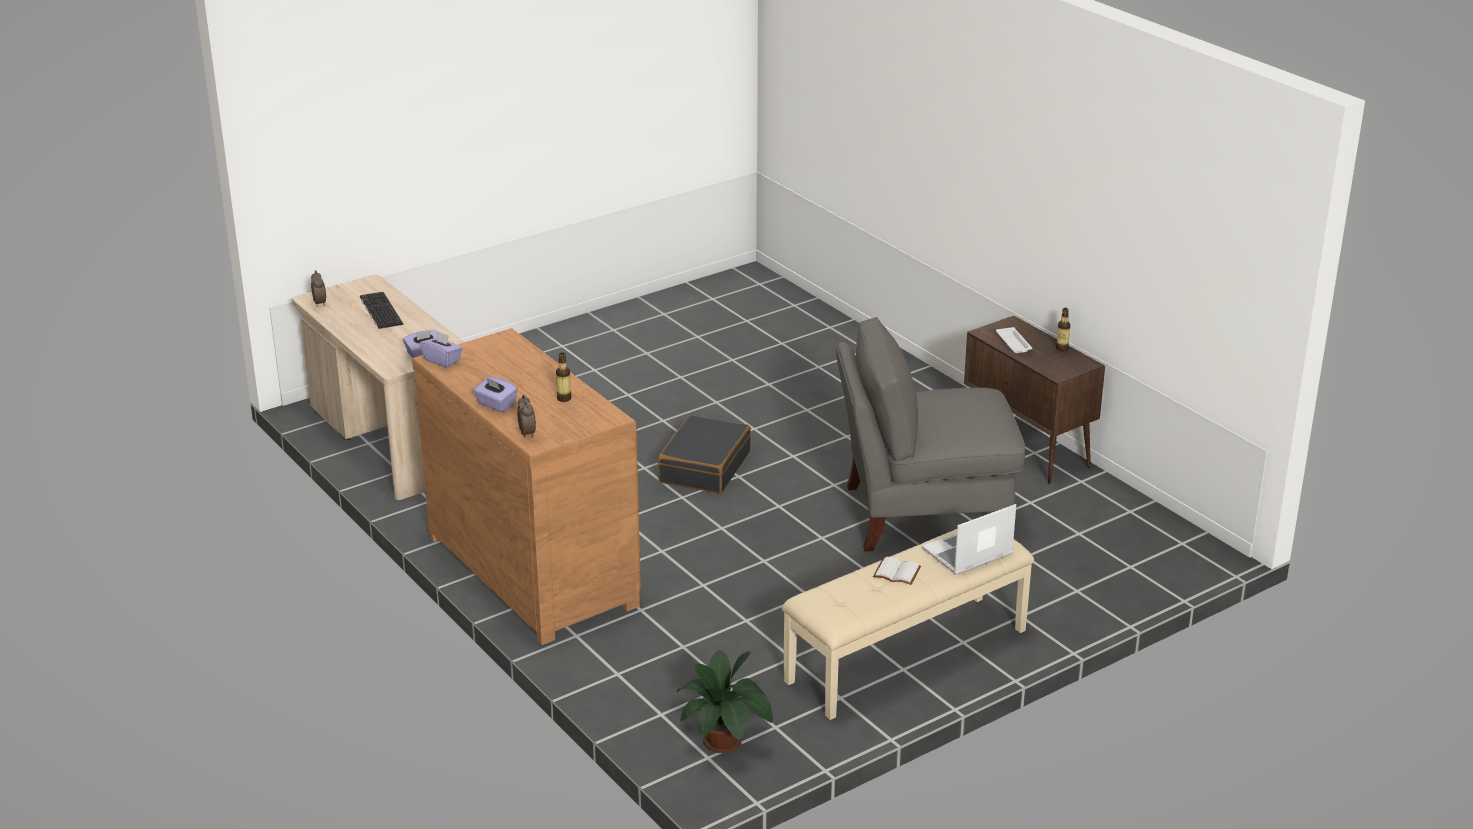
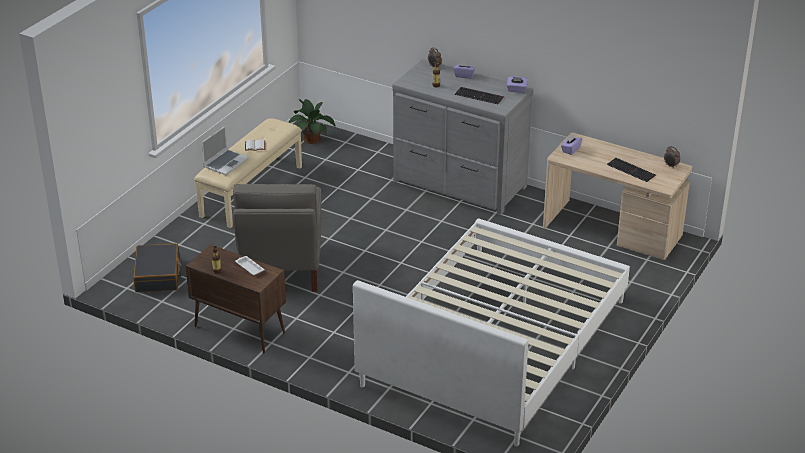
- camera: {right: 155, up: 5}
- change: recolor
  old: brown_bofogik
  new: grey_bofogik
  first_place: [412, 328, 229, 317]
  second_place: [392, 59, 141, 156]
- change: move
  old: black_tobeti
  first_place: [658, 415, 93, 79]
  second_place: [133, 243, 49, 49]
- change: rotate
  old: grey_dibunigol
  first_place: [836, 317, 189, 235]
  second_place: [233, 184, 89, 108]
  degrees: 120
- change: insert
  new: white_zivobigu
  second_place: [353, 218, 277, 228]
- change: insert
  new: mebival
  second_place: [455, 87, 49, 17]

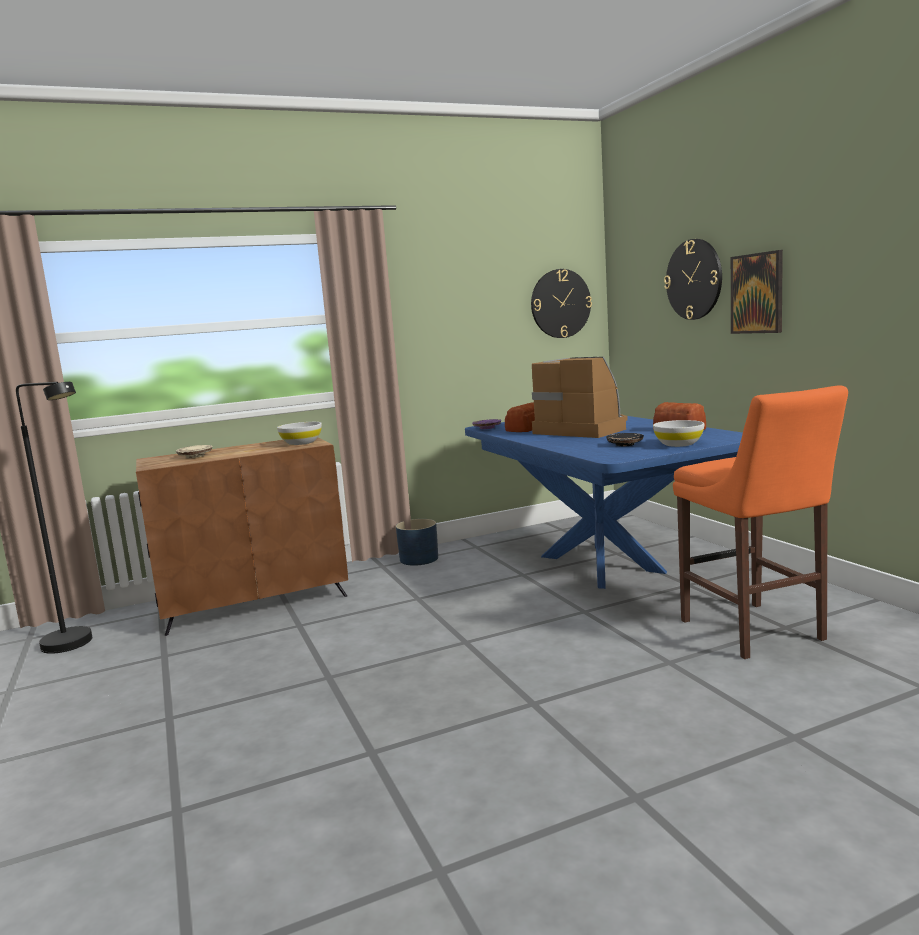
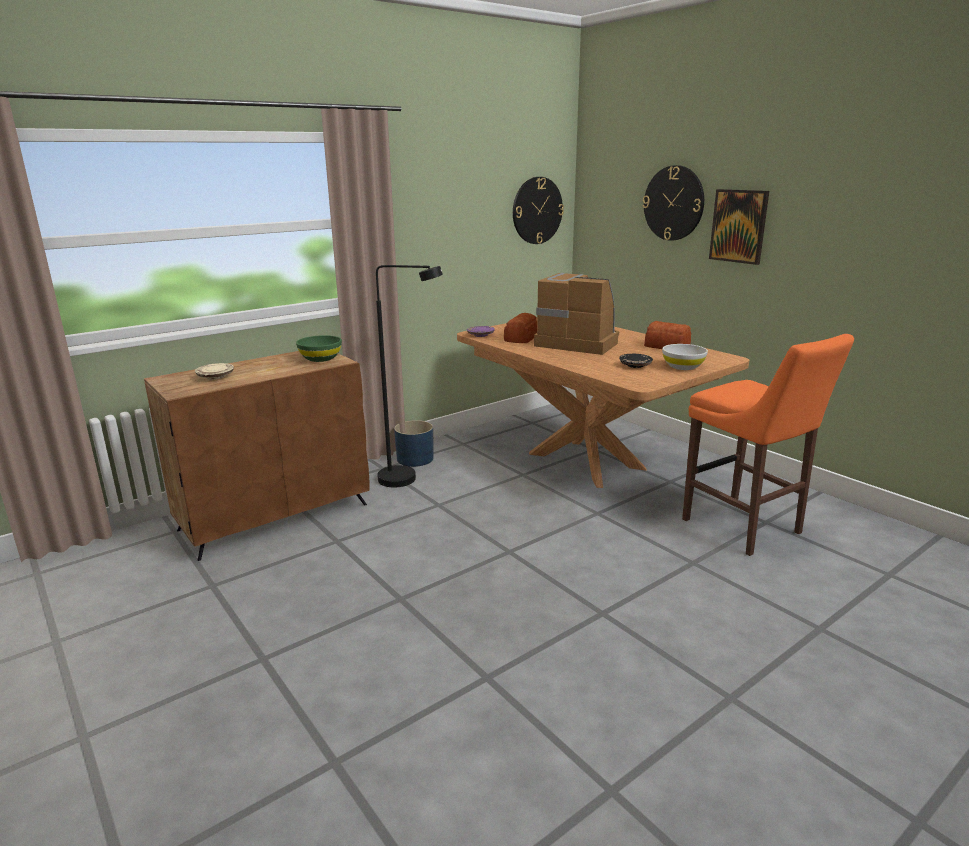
- camera: {right: -15, up: 10}
- change: move
  old: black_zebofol
  first_place: [16, 382, 76, 272]
  second_place: [376, 265, 67, 223]
- change: recolor
  old: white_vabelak
  new: green_vabelak
  first_place: [277, 422, 45, 23]
  second_place: [296, 335, 46, 27]
- change: recolor
  old: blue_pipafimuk
  new: brown_pipafimuk
  first_place: [465, 416, 278, 173]
  second_place: [457, 318, 292, 170]

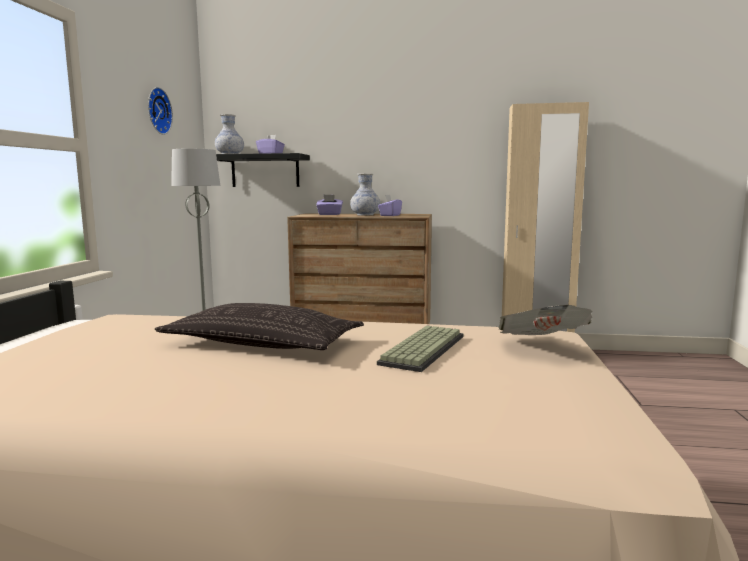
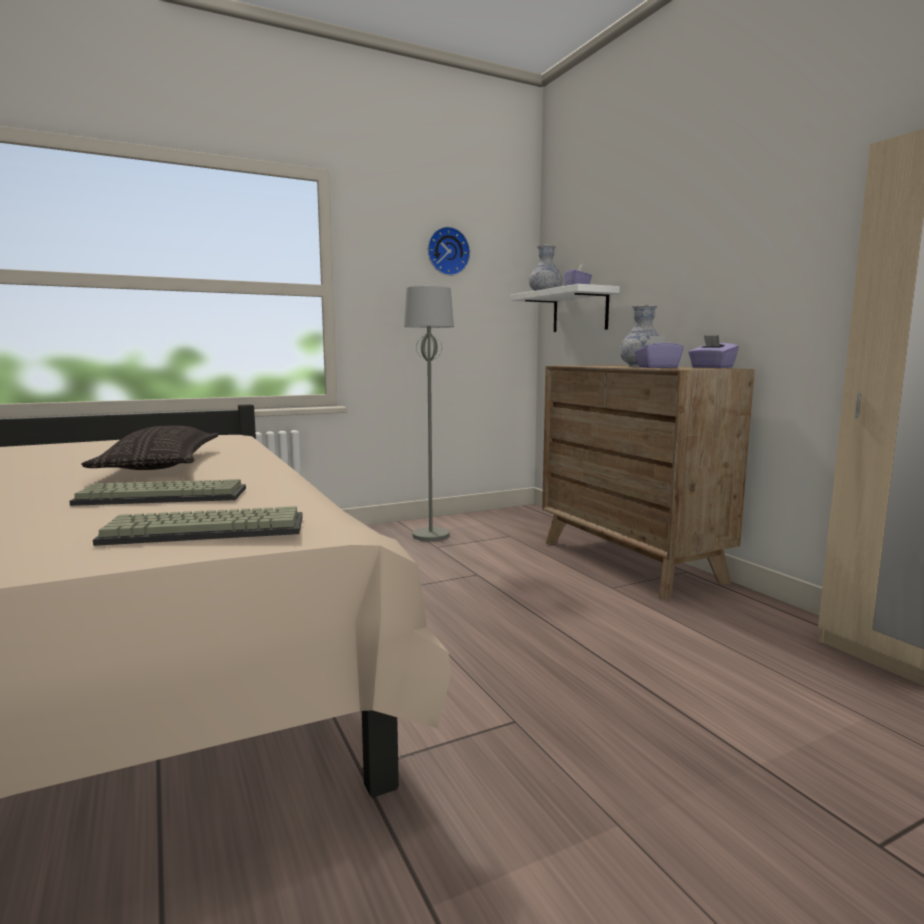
- camera: {right: 55, up: 0}
- change: recolor
  old: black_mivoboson
  new: white_mivoboson
  first_place: [216, 153, 94, 34]
  second_place: [510, 284, 110, 48]
- change: move
  old: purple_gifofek
  first_place: [316, 195, 27, 20]
  second_place: [688, 335, 51, 33]
- change: replace
  old: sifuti
  new: mebival
  first_place: [499, 305, 94, 30]
  second_place: [93, 506, 210, 40]

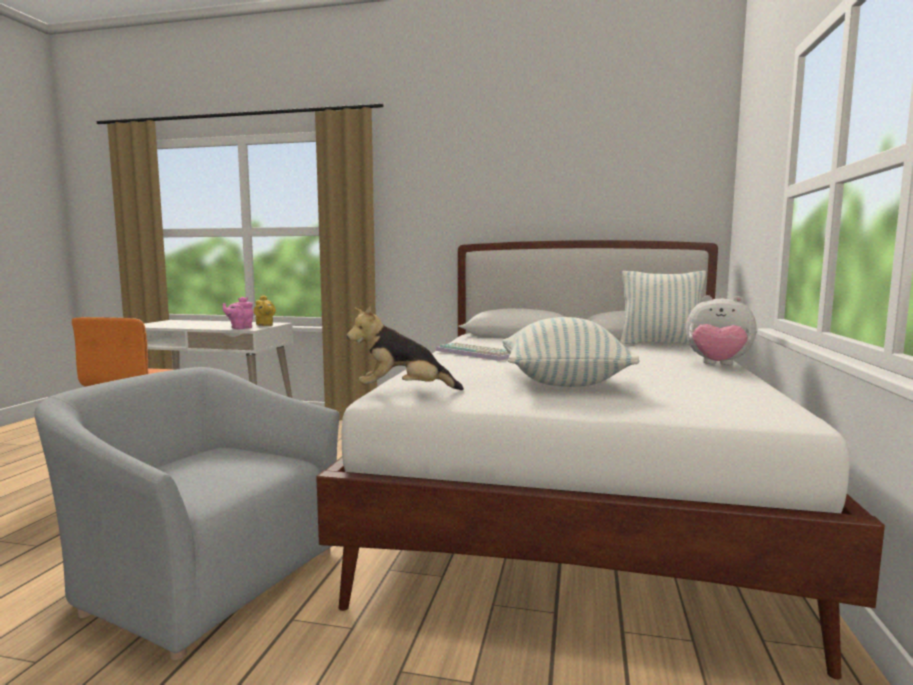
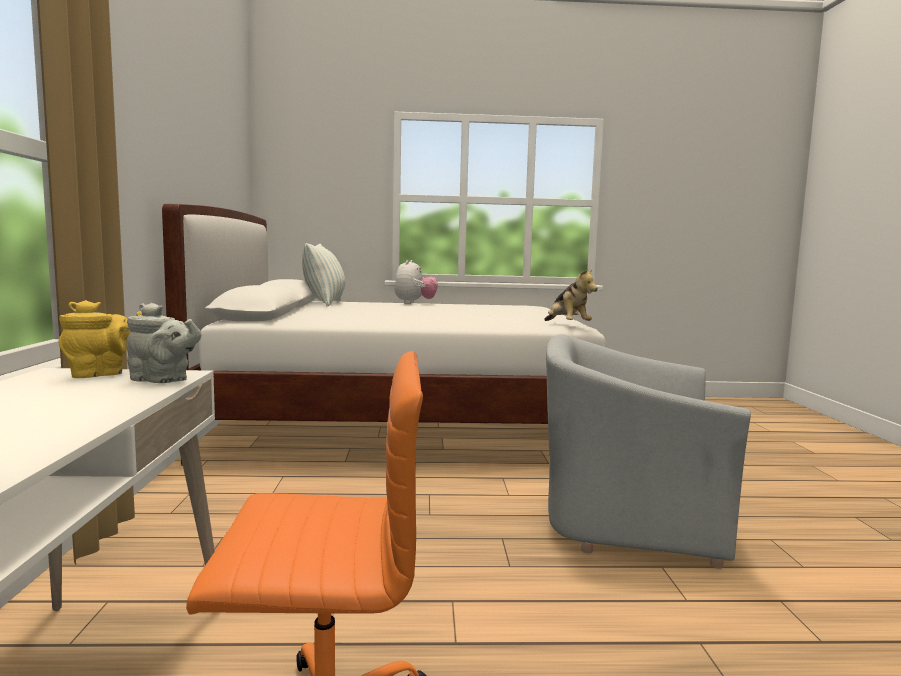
- camera: {right: -105, up: 0}
- change: rotate
  old: grey_dibunigol
  first_place: [34, 367, 305, 293]
  second_place: [546, 334, 205, 235]
  degrees: 90
- change: recolor
  old: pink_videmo
  new: grey_videmo
  first_place: [223, 297, 31, 32]
  second_place: [126, 303, 75, 80]
- change: delete
  old: mebival
  first_place: [436, 343, 74, 18]
- change: delete
  old: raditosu
  first_place: [502, 317, 137, 70]

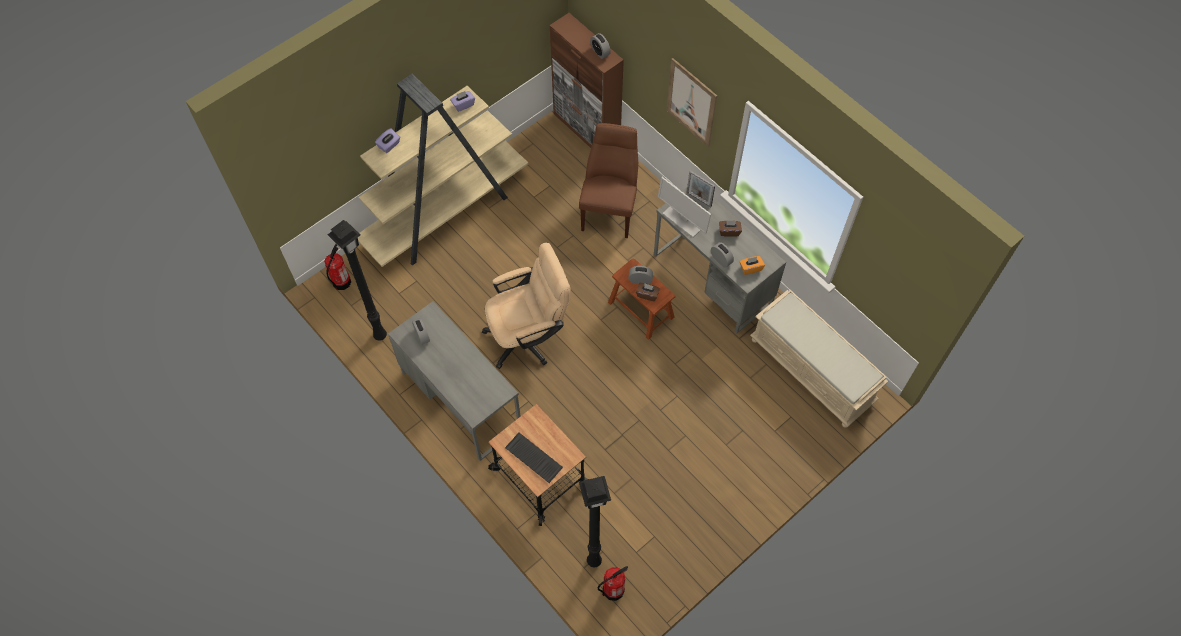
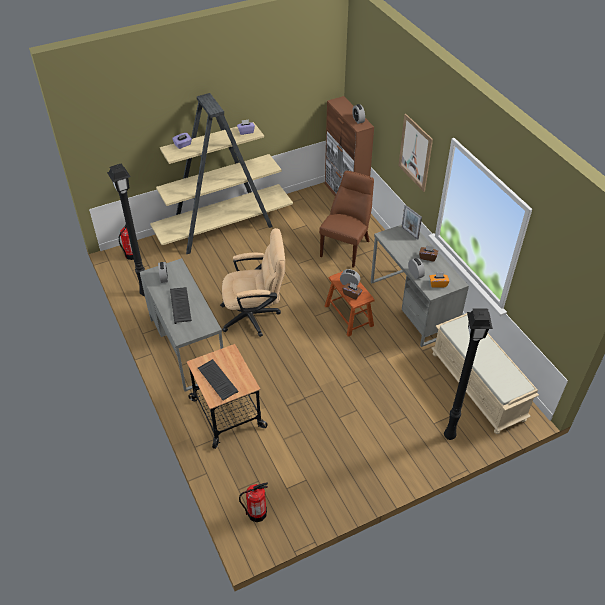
- camera: {right: 15, up: -15}
- change: move
  old: black_zebofol
  first_place: [579, 476, 32, 91]
  second_place: [444, 309, 49, 131]
- change: delete
  old: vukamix
  first_place: [658, 177, 53, 60]
- change: insert
  new: mebival
  second_place: [170, 287, 22, 37]

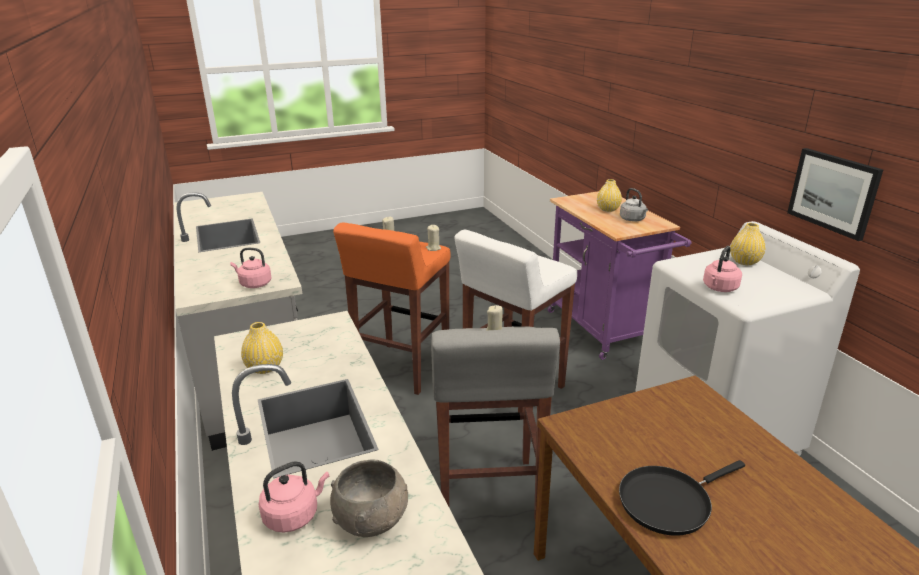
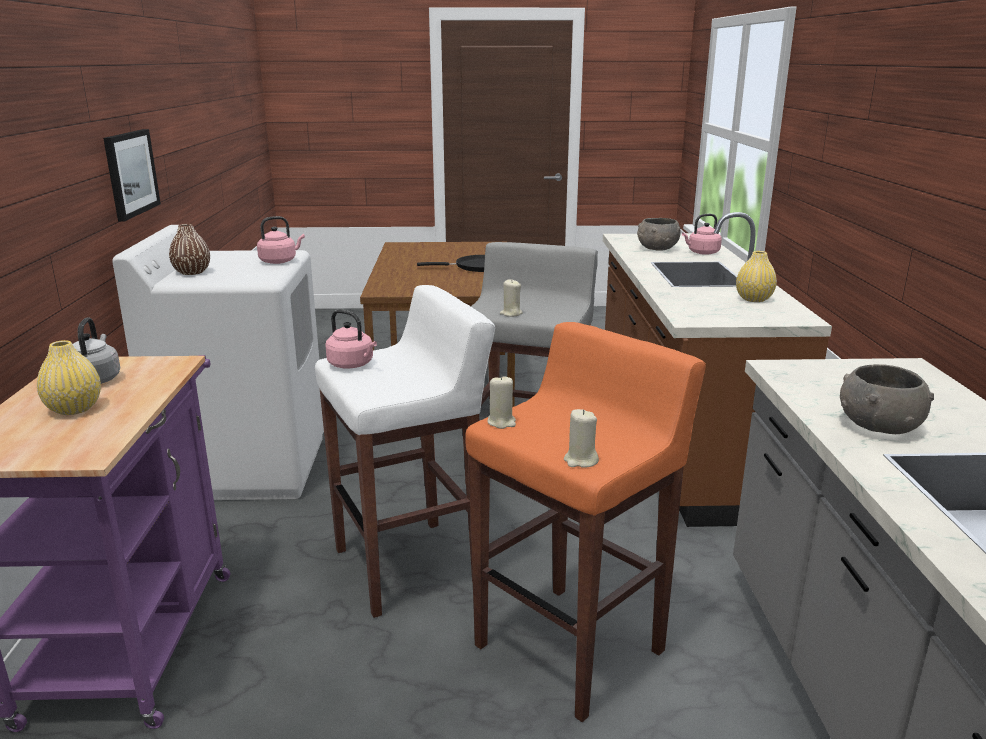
- camera: {right: -160, up: -5}
- change: move
  old: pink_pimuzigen
  first_place: [230, 248, 42, 40]
  second_place: [325, 309, 52, 59]
- change: recolor
  old: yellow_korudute
  new: brown_korudute
  first_place: [730, 223, 35, 42]
  second_place: [169, 224, 41, 51]
- change: insert
  new: grey_vabelak
  second_place: [840, 364, 94, 70]

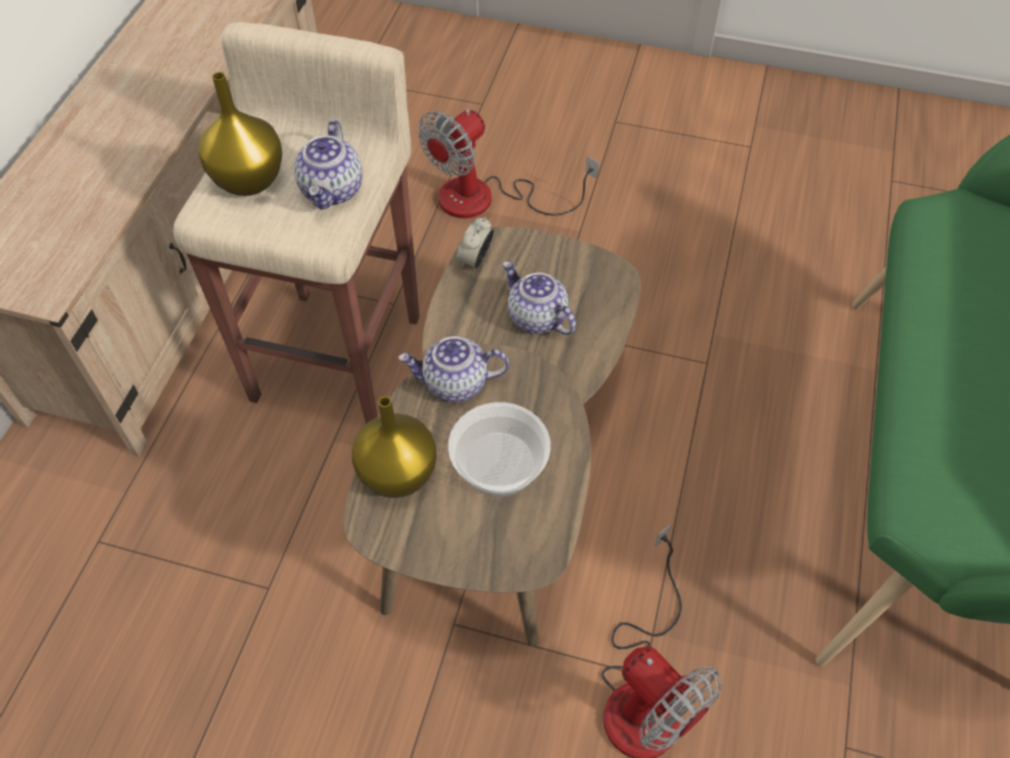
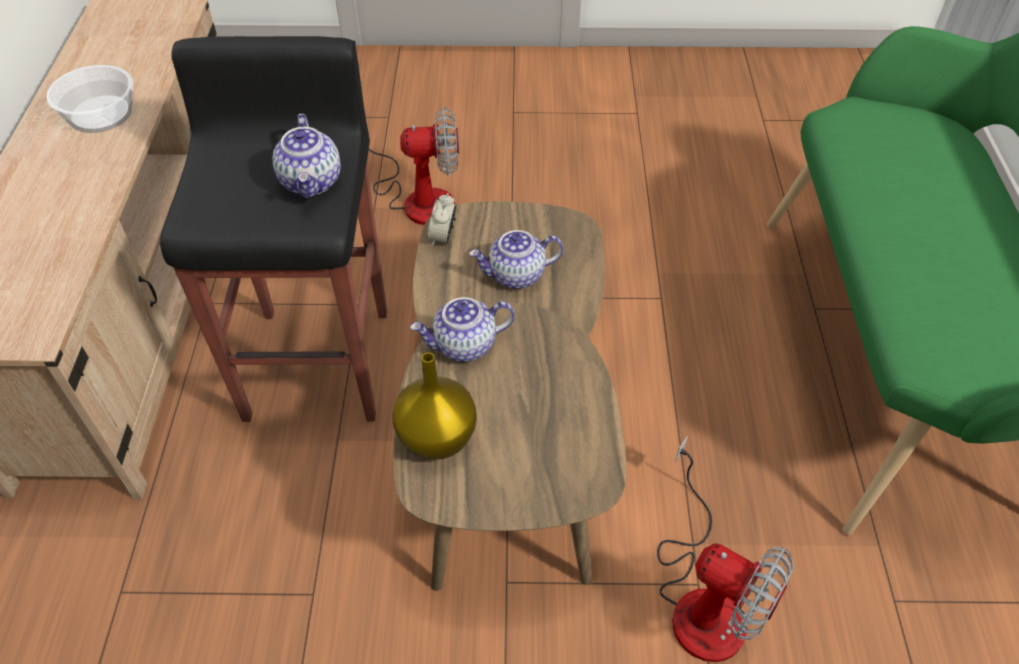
- camera: {right: -15, up: -5}
- change: recolor
  old: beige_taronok
  new: black_taronok
  first_place: [174, 22, 246, 402]
  second_place: [160, 36, 227, 386]
- change: delete
  old: yellow_korudute
  first_place: [199, 72, 83, 124]
- change: rotate
  old: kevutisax
  first_place: [418, 109, 181, 109]
  second_place: [369, 106, 90, 119]
  degrees: -120
- change: move
  old: vabelak
  first_place: [448, 402, 103, 95]
  second_place: [47, 65, 86, 68]
- change: rotate
  old: videmo
  first_place: [503, 261, 73, 74]
  second_place: [469, 230, 95, 59]
  degrees: -45

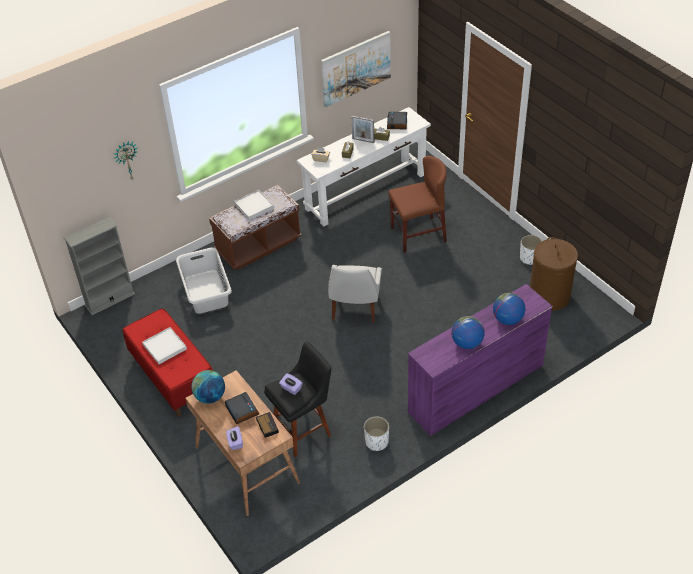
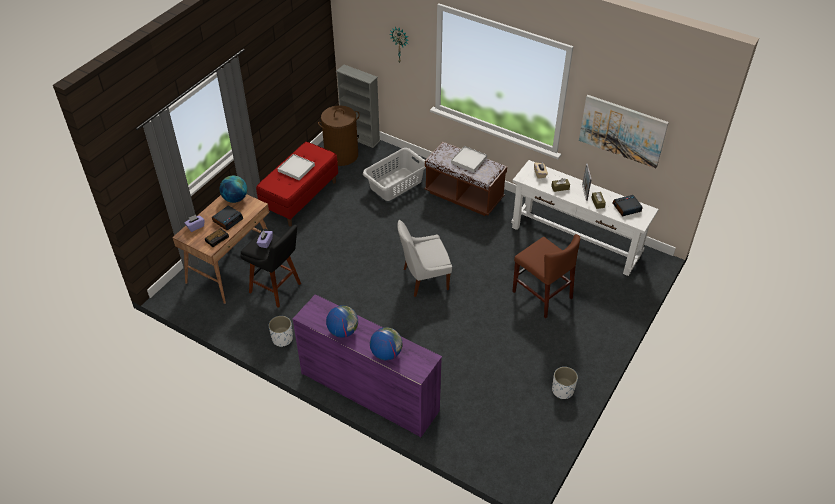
- camera: {right: 65, up: 0}
- change: move
  old: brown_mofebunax
  first_place: [530, 237, 48, 74]
  second_place: [318, 106, 42, 60]

